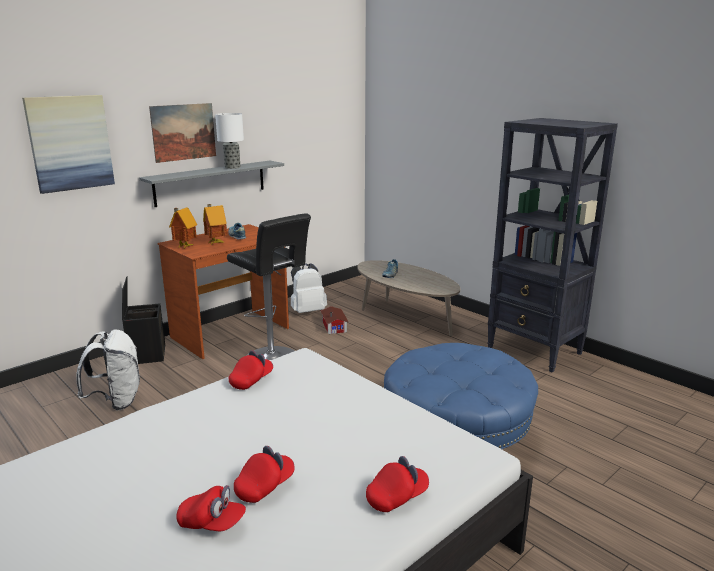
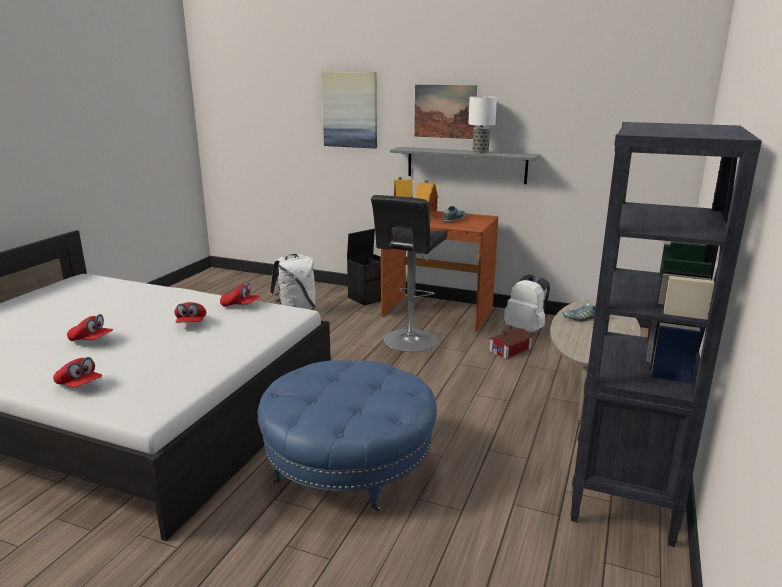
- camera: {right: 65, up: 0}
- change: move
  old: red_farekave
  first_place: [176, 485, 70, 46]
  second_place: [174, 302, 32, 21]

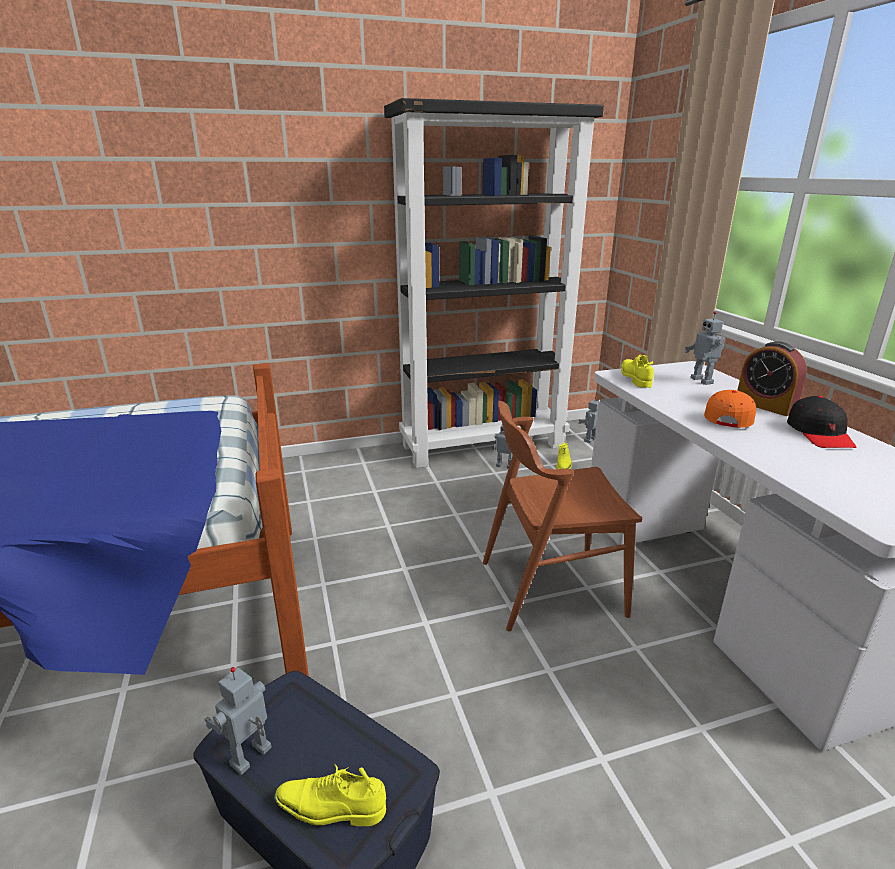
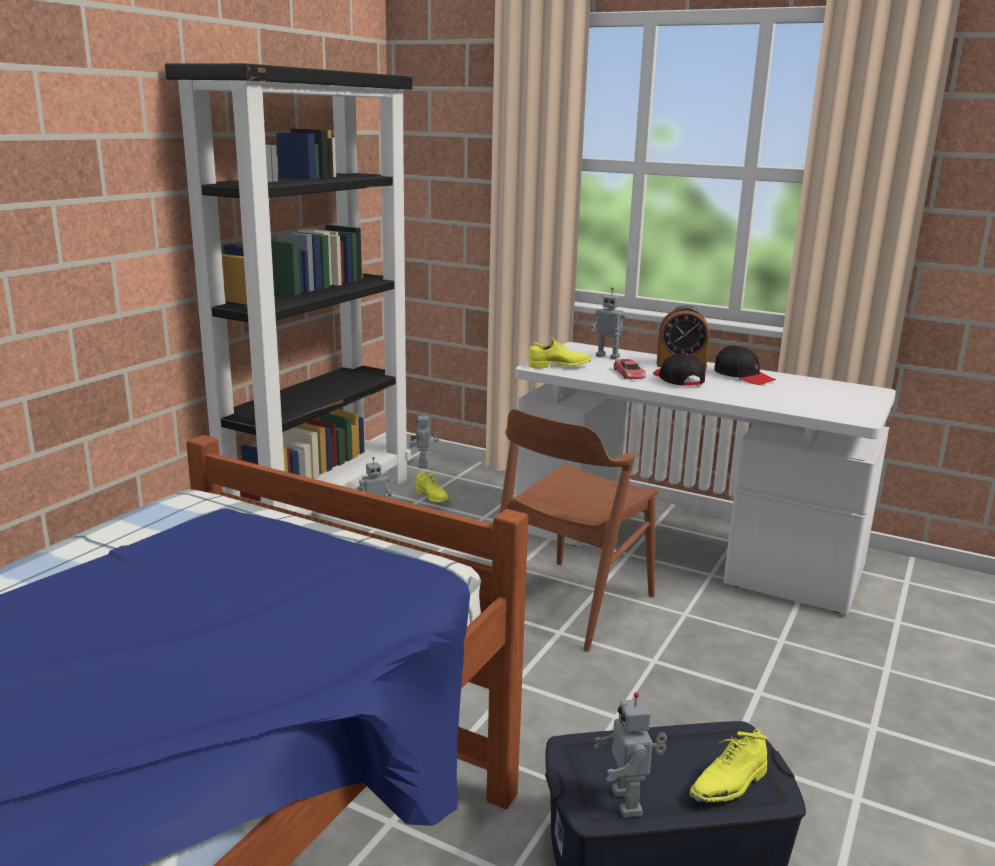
- camera: {right: -45, up: -5}
- change: rotate
  old: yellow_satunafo
  first_place: [621, 355, 33, 33]
  second_place: [528, 338, 63, 31]
  degrees: 135
- change: recolor
  old: orange_farekave
  new: black_farekave
  first_place: [704, 390, 52, 38]
  second_place: [653, 353, 52, 33]
- change: insert
  new: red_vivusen
  second_place: [614, 359, 32, 20]

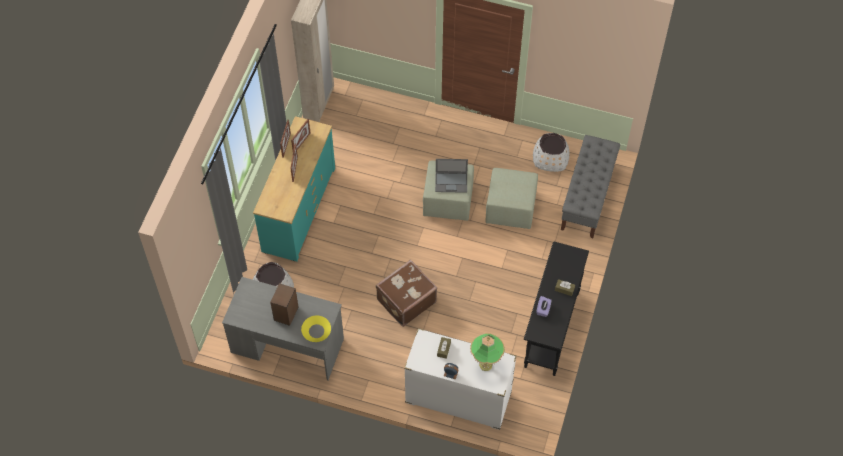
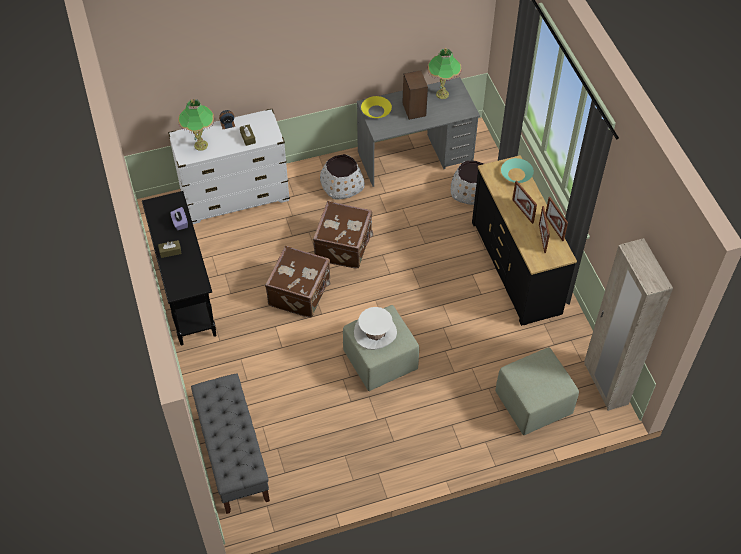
- camera: {right: 145, up: -5}
- change: recolor
  old: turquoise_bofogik
  new: black_bofogik
  first_place: [253, 116, 82, 146]
  second_place: [472, 155, 105, 171]
- change: replace
  old: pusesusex
  new: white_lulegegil
  first_place: [435, 159, 33, 34]
  second_place: [354, 307, 43, 43]
- change: move
  old: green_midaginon
  first_place: [485, 168, 53, 61]
  second_place: [495, 347, 84, 88]
- change: move
  old: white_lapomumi
  first_place: [533, 133, 36, 39]
  second_place: [320, 154, 45, 45]
- change: insert
  new: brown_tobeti
  second_place: [265, 246, 65, 72]
- change: insert
  new: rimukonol
  second_place: [427, 48, 35, 51]
- change: insert
  new: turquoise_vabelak
  second_place: [501, 158, 33, 25]

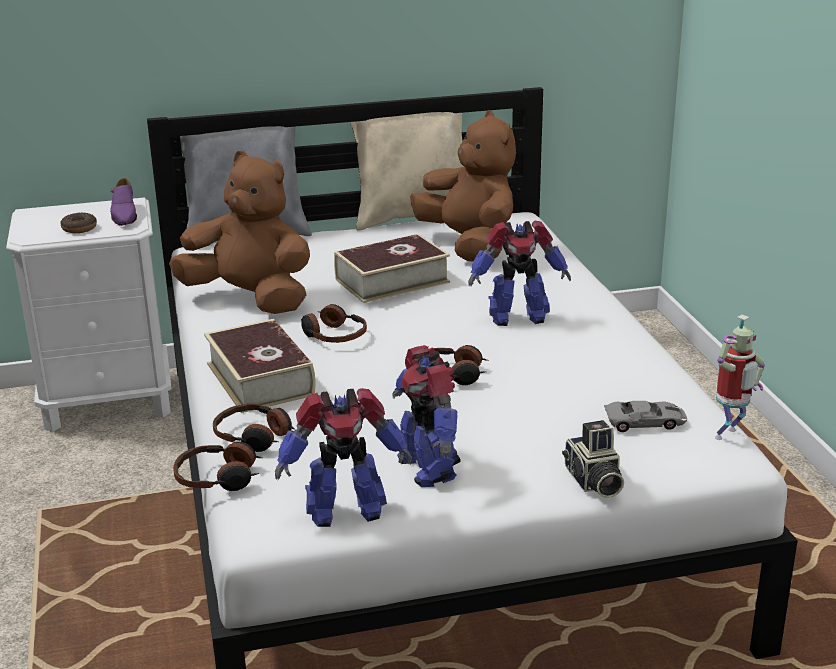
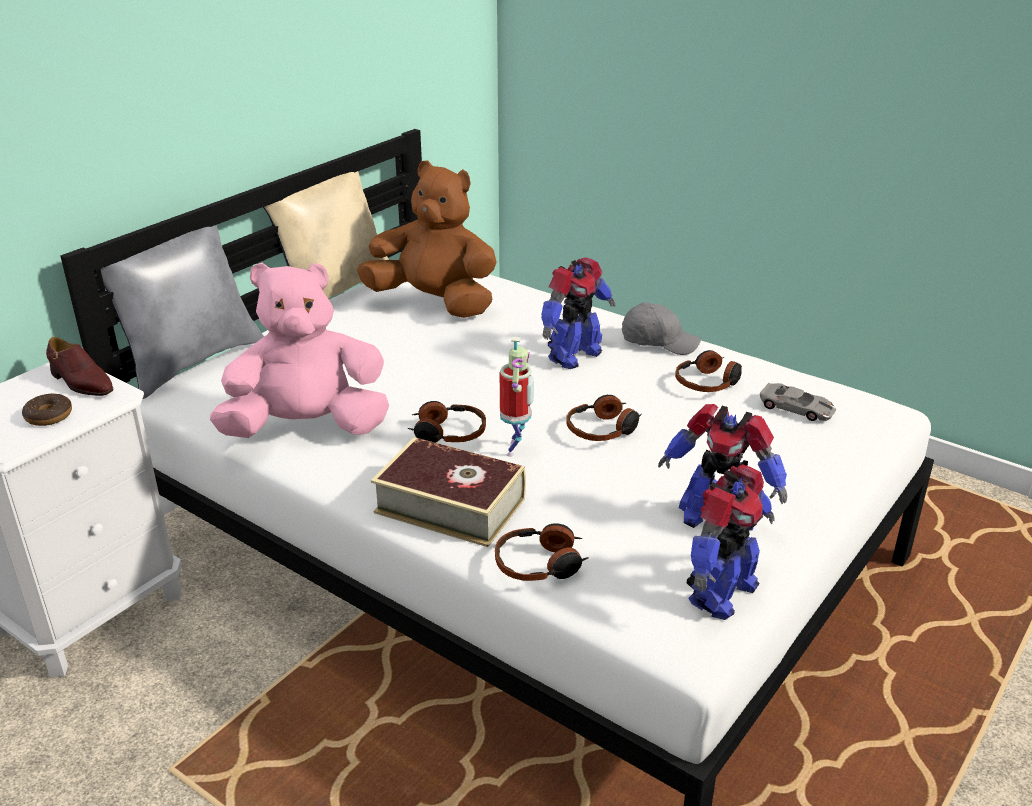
- camera: {right: -40, up: 5}
- change: recolor
  old: purple_satunafo
  new: brown_satunafo
  first_place: [110, 178, 27, 48]
  second_place: [46, 337, 67, 59]
- change: recolor
  old: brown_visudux
  new: pink_visudux
  first_place: [169, 150, 141, 164]
  second_place: [210, 263, 179, 175]
- change: move
  old: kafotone
  first_place: [173, 441, 89, 50]
  second_place: [675, 350, 67, 42]
- change: delete
  old: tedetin
  first_place: [334, 234, 116, 69]
- change: delete
  old: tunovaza
  first_place: [562, 420, 62, 78]
- change: rotate
  old: grey_vivusen
  first_place: [604, 401, 83, 31]
  second_place: [760, 383, 76, 38]
  degrees: 75
- change: move
  old: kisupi
  first_place: [715, 315, 50, 125]
  second_place: [500, 337, 34, 120]
- change: insert
  new: grey_farekave
  second_place: [622, 302, 79, 53]

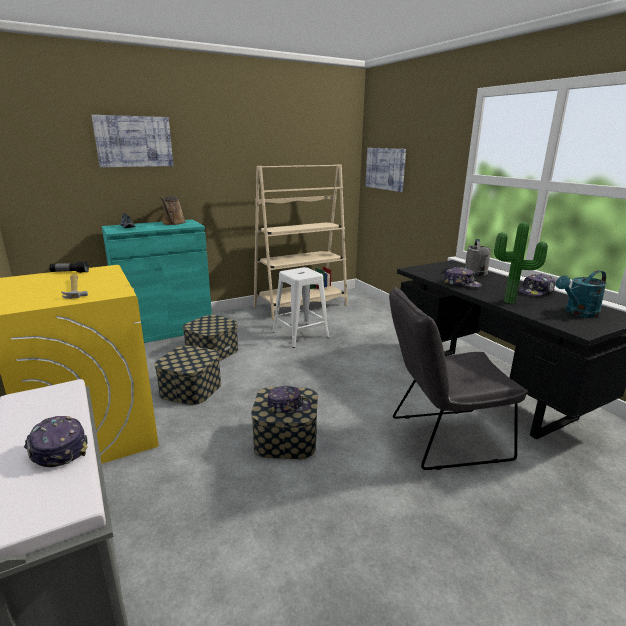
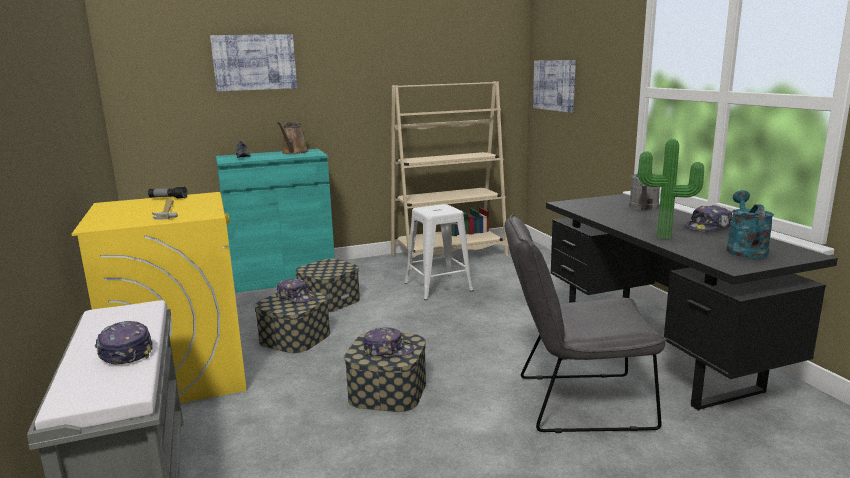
- camera: {right: 10, up: -5}
- change: move
  old: farekave
  first_place: [444, 267, 38, 20]
  second_place: [276, 278, 39, 25]
- change: rotate
  old: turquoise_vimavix
  first_place: [556, 270, 51, 48]
  second_place: [726, 190, 48, 68]
  degrees: 120

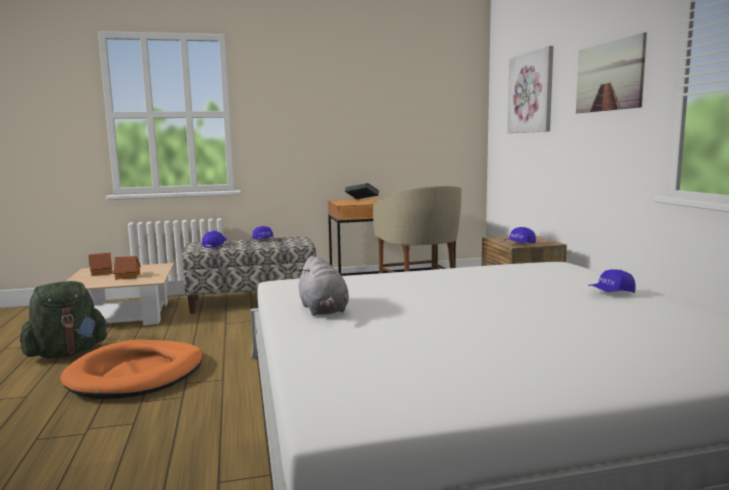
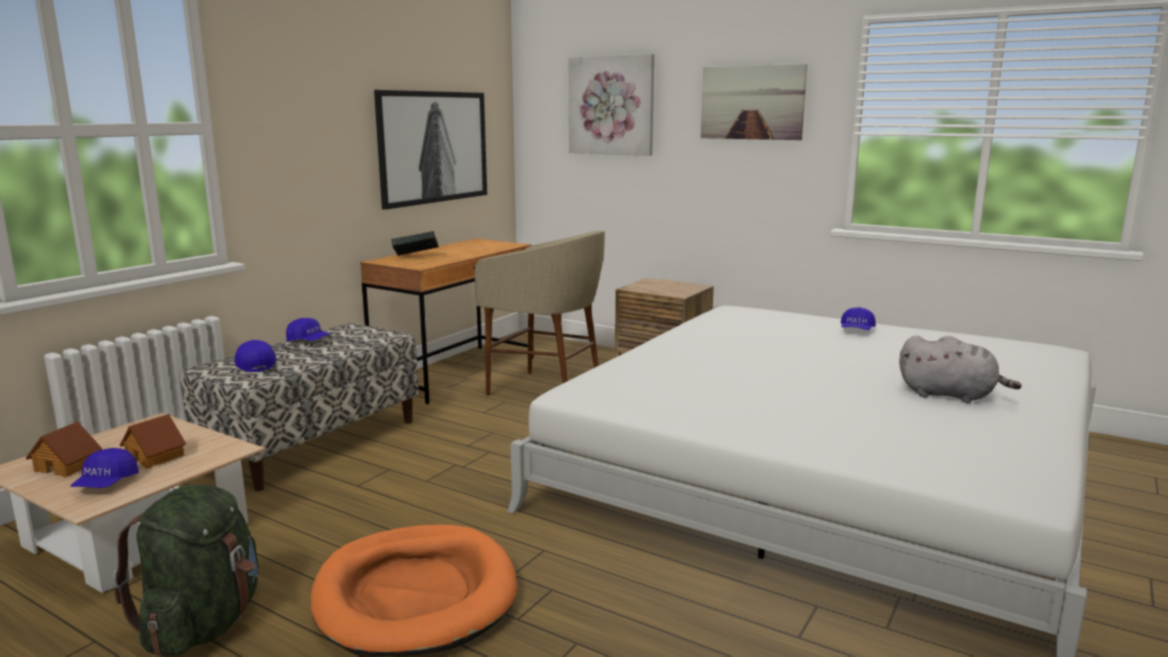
- camera: {right: -45, up: 5}
- change: move
  old: grey_visudux
  first_place: [297, 256, 52, 60]
  second_place: [899, 335, 123, 68]
- change: move
  old: blue_farekave
  first_place: [504, 227, 32, 16]
  second_place: [71, 448, 68, 40]
- change: insert
  new: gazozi
  second_place: [374, 90, 113, 120]

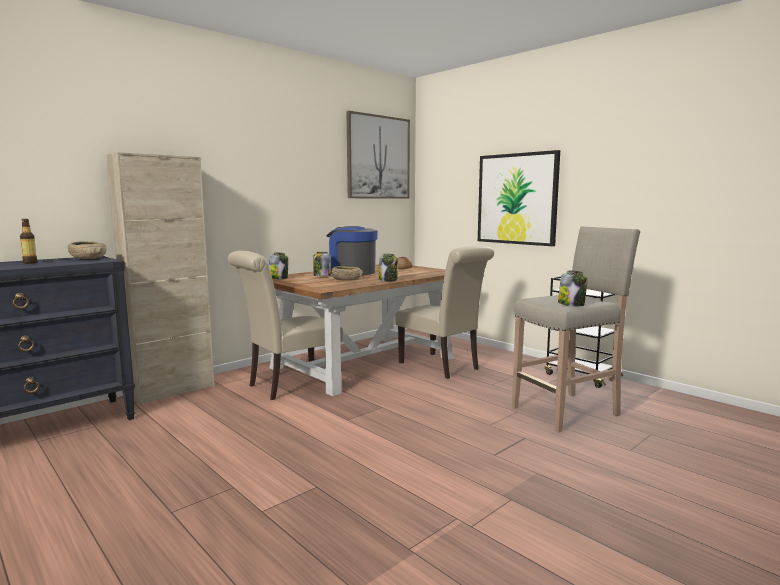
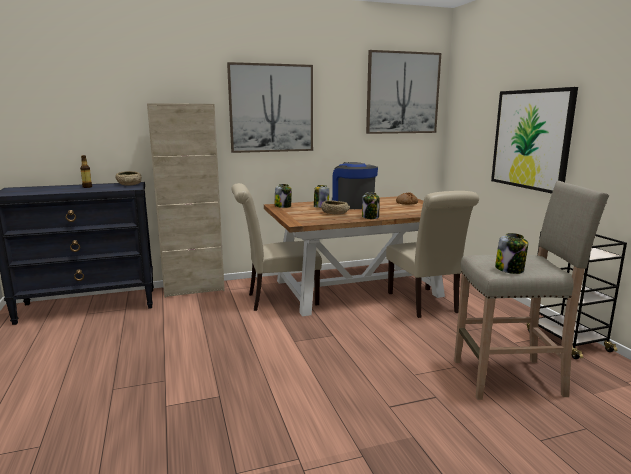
- camera: {right: 25, up: 5}
- change: insert
  new: gazozi
  second_place: [227, 62, 86, 91]

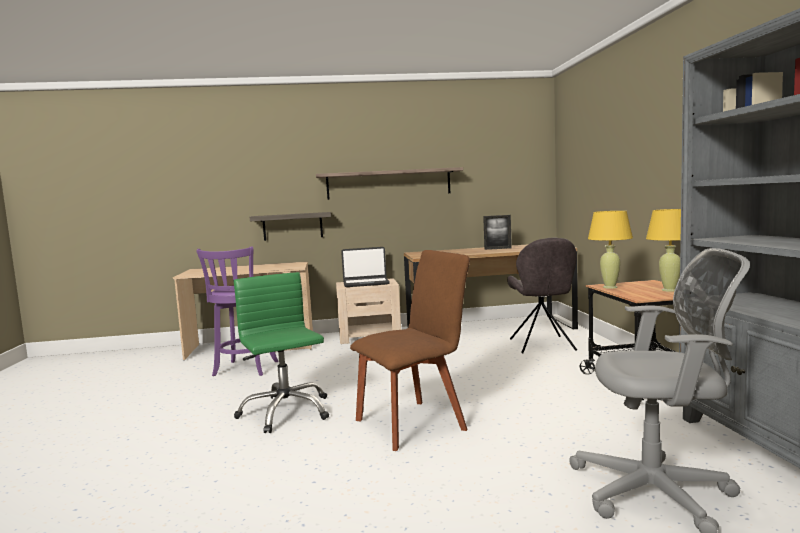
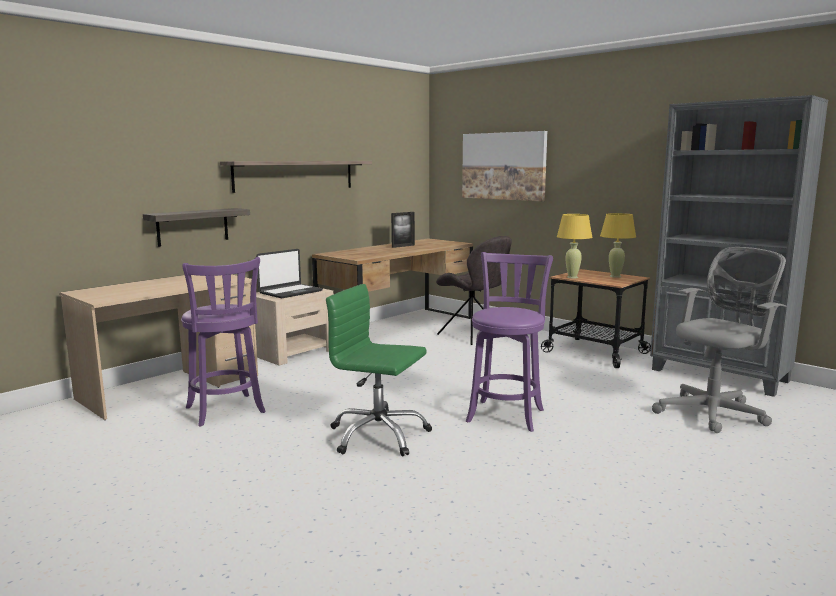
- camera: {right: -40, up: 5}
- change: replace
  old: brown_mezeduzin
  new: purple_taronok
  first_place: [350, 250, 120, 201]
  second_place: [466, 252, 87, 180]
- change: insert
  new: gazozi
  second_place: [462, 131, 85, 70]

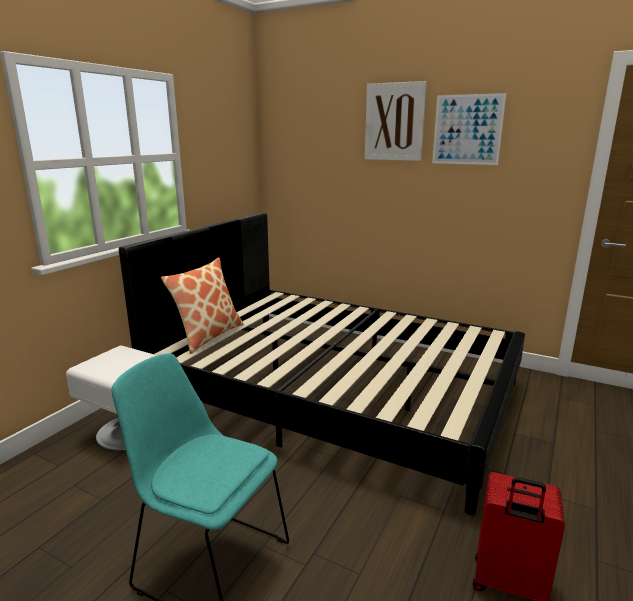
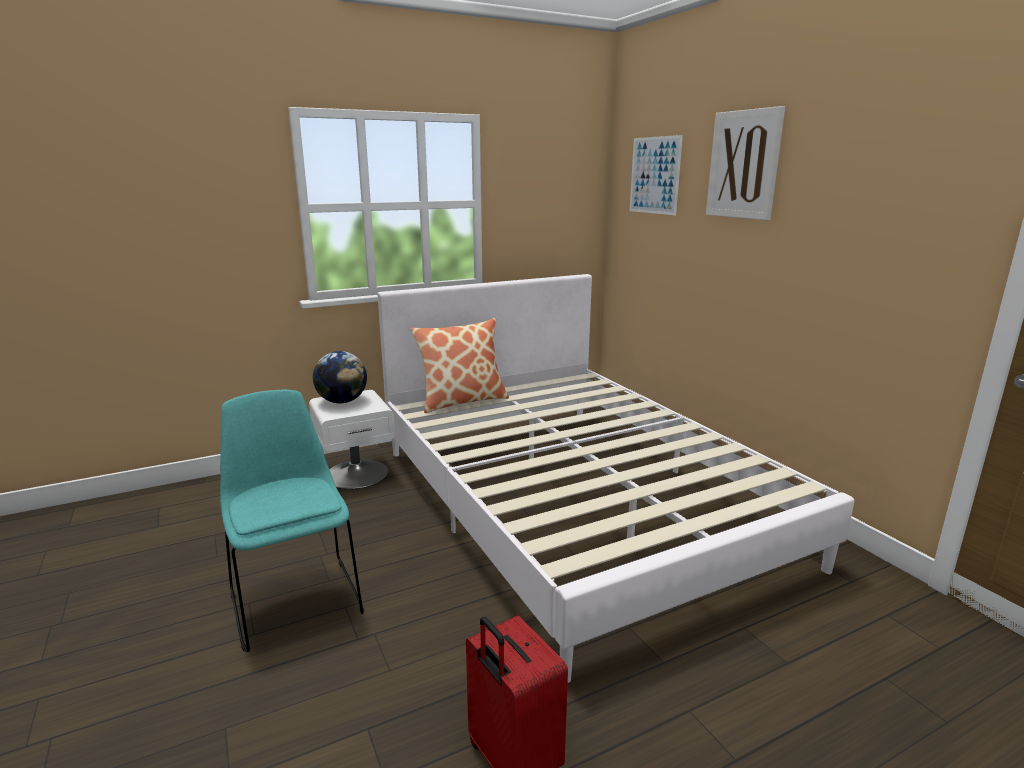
- camera: {right: 35, up: 0}
- change: recolor
  old: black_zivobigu
  new: white_zivobigu
  first_place: [119, 212, 406, 303]
  second_place: [378, 274, 476, 409]
- change: move
  old: gazozi
  first_place: [432, 93, 74, 72]
  second_place: [630, 135, 53, 80]
- change: insert
  new: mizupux
  second_place: [313, 351, 54, 52]

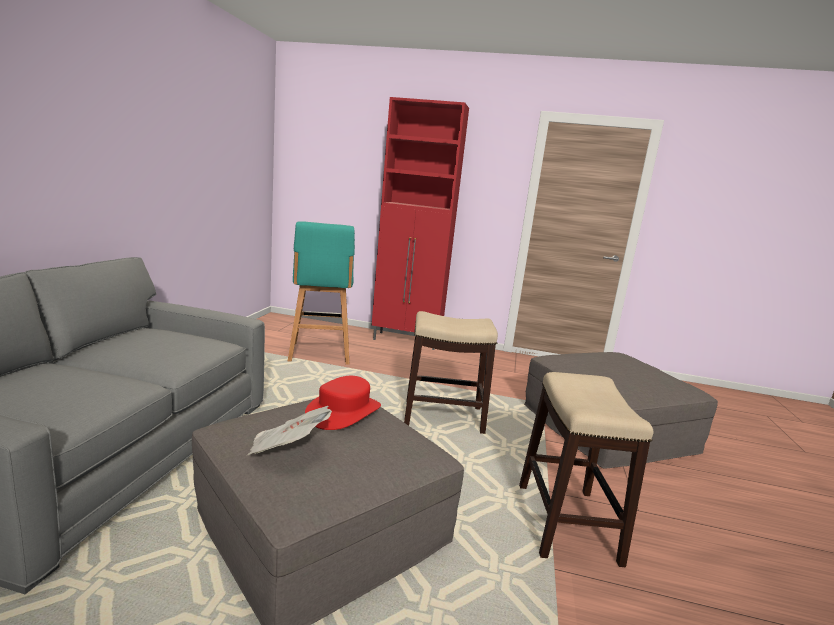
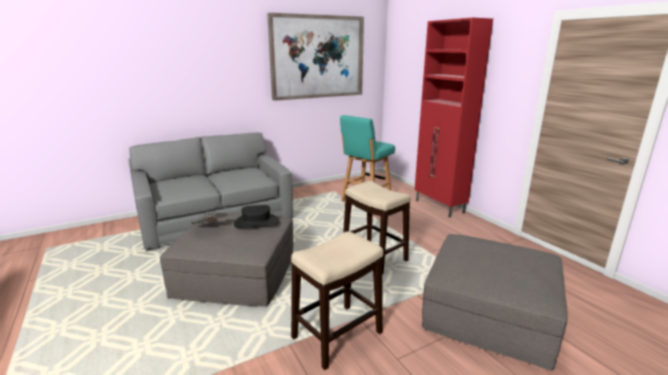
- camera: {right: 50, up: 5}
- change: recolor
  old: red_lulegegil
  new: black_lulegegil
  first_place: [305, 376, 76, 54]
  second_place: [234, 205, 45, 23]
- change: insert
  new: gazozi
  second_place: [267, 13, 97, 88]

